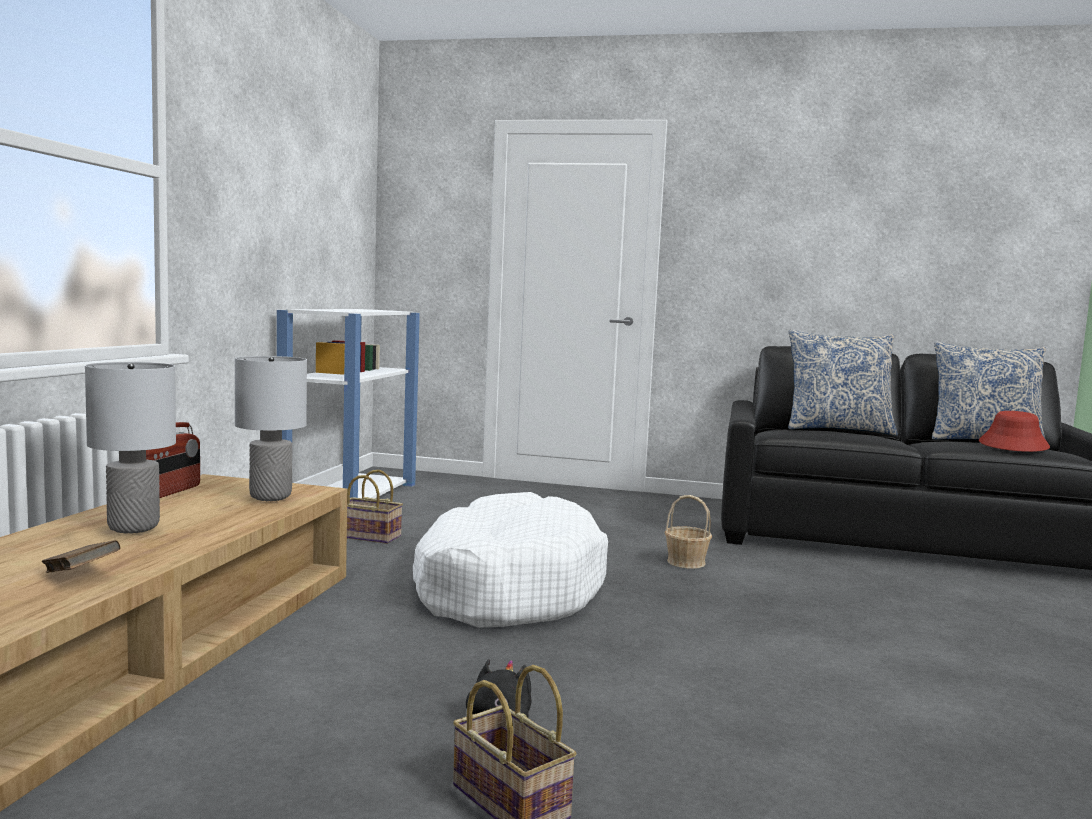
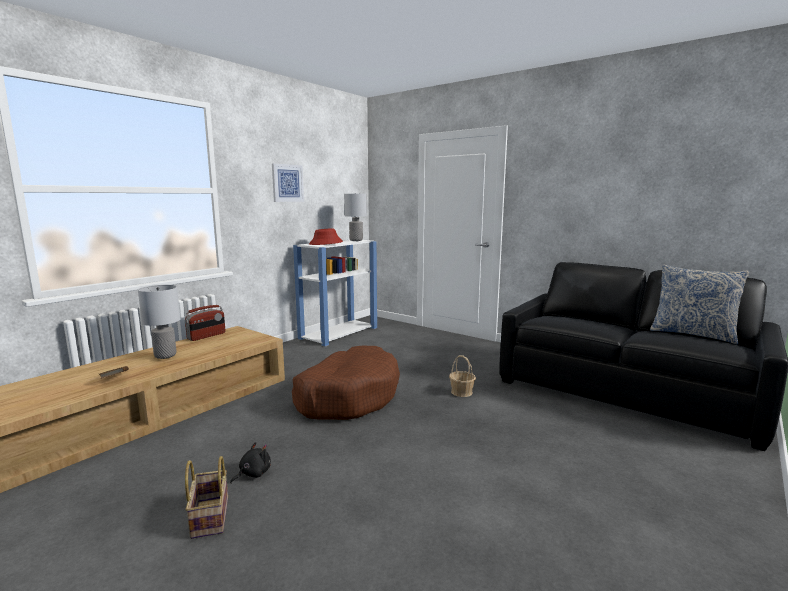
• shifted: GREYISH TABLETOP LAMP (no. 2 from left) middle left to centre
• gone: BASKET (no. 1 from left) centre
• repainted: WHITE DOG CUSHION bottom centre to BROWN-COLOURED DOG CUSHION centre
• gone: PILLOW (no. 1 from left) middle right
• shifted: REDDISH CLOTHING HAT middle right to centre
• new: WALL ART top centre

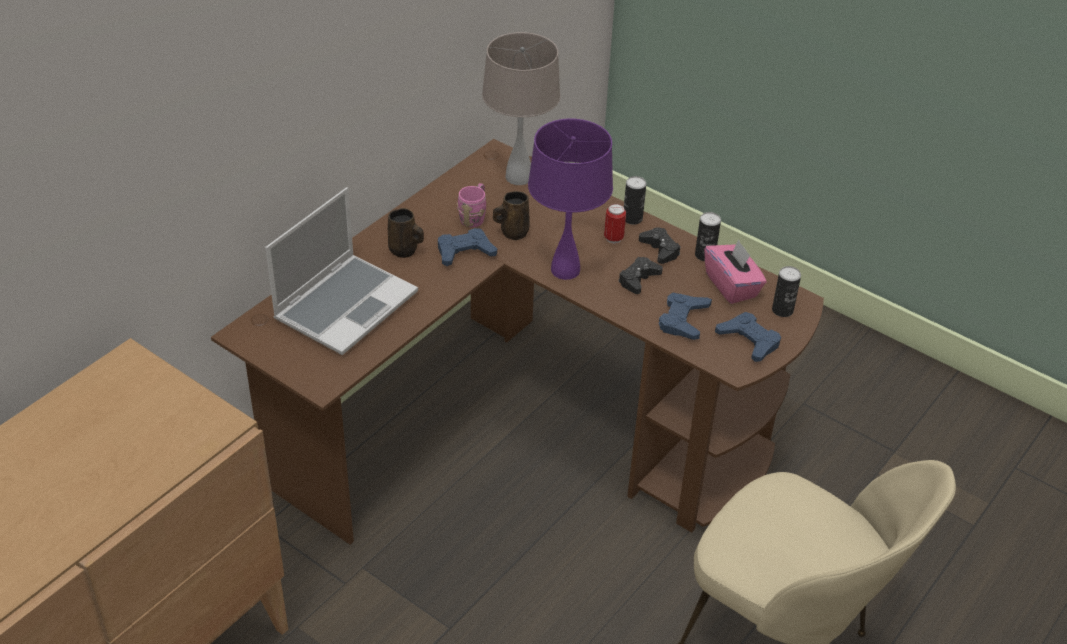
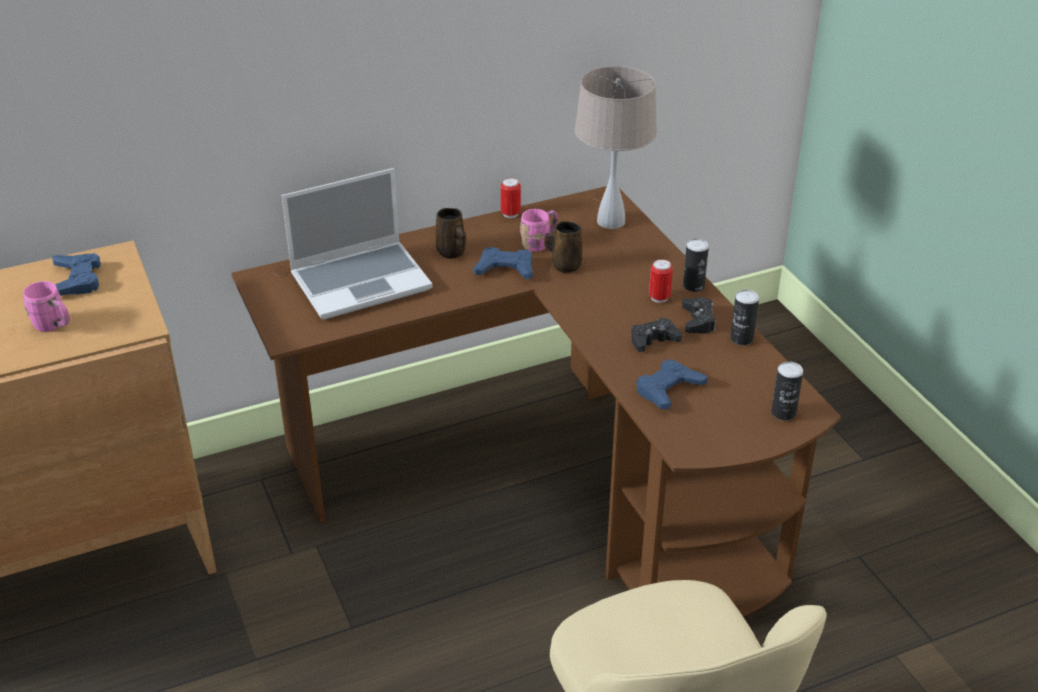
• gone: PURPLISH TABLETOP LAMP top centre
• gone: PINK BOX OF TISSUES middle right
• shifted: BLUE GAME CONTROLLER (no. 3 from left in the first image) middle right to BLUE GAME CONTROLLER (no. 1 from left) middle left
• new: PINK COFFEE MUG (no. 1 from left) middle left
• new: METAL CAN (no. 1 from left) top centre

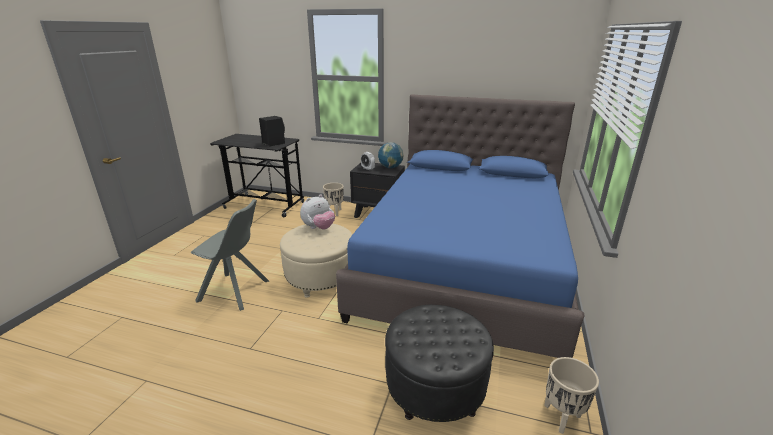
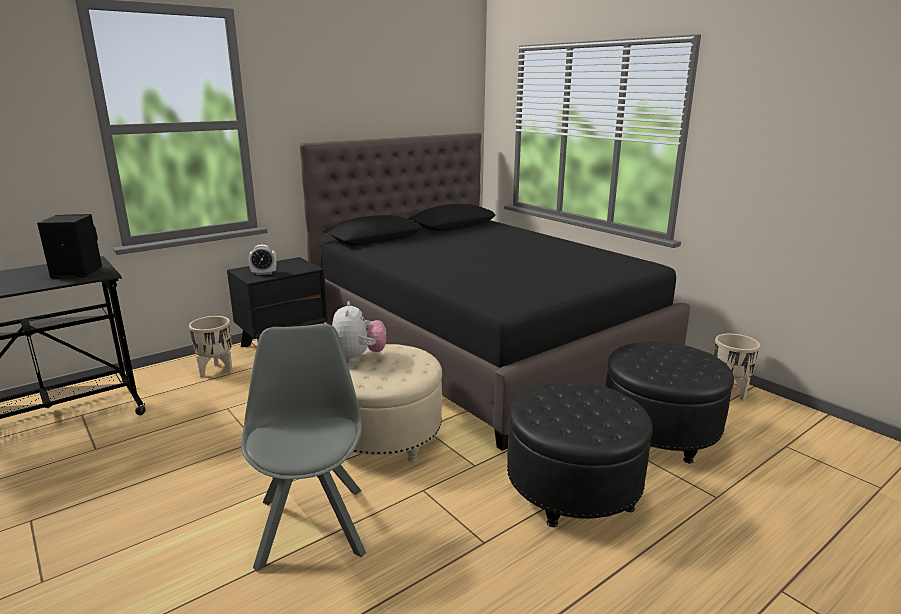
• rotated: GREYISH UPRIGHT CHAIR middle left = bottom centre 60 degrees counterclockwise
• repainted: BLUE BEDROOM BED centre to BLACK BEDROOM BED centre
• gone: DESK GLOBE centre
• new: BLACK POUFFE (no. 1 from left) bottom centre

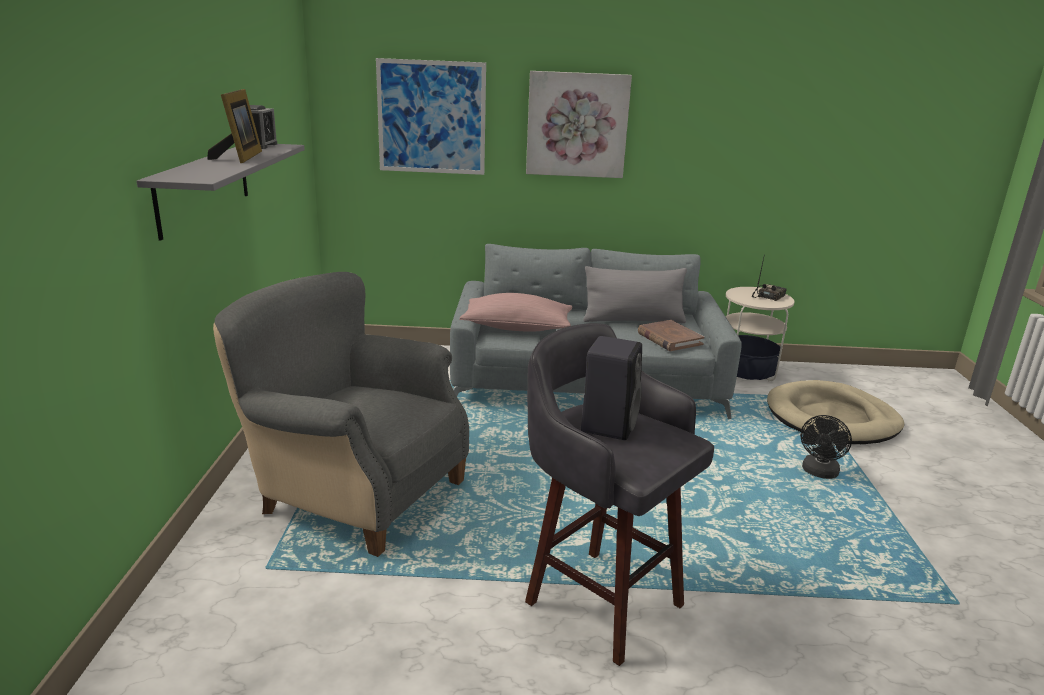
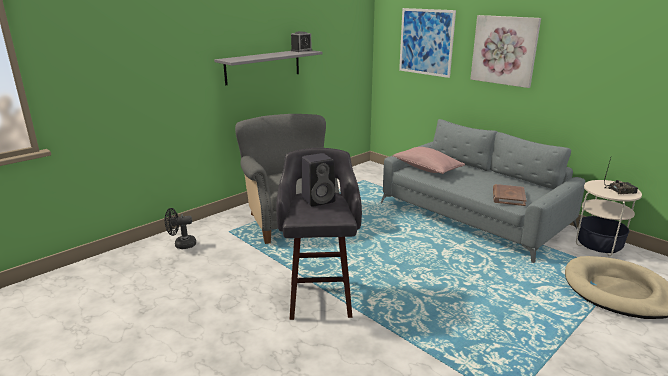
• gone: PICTURE FRAME top left
• gone: GREYISH PILLOW centre
• shifted: BLACK COOLING FAN middle right to middle left

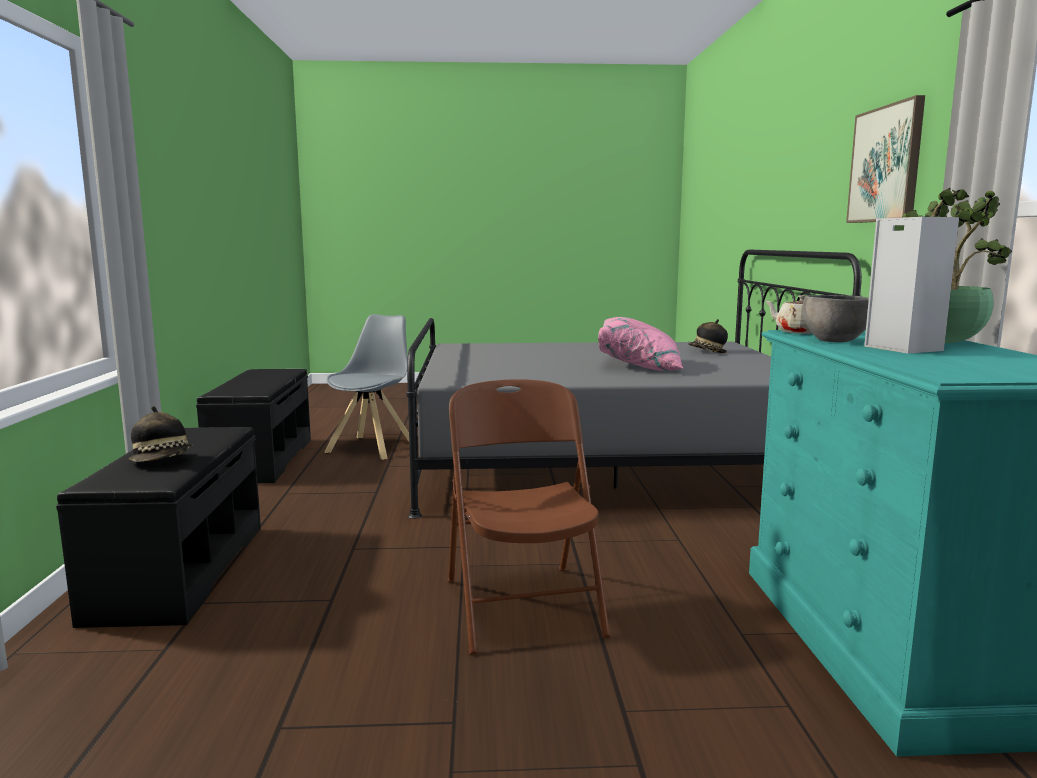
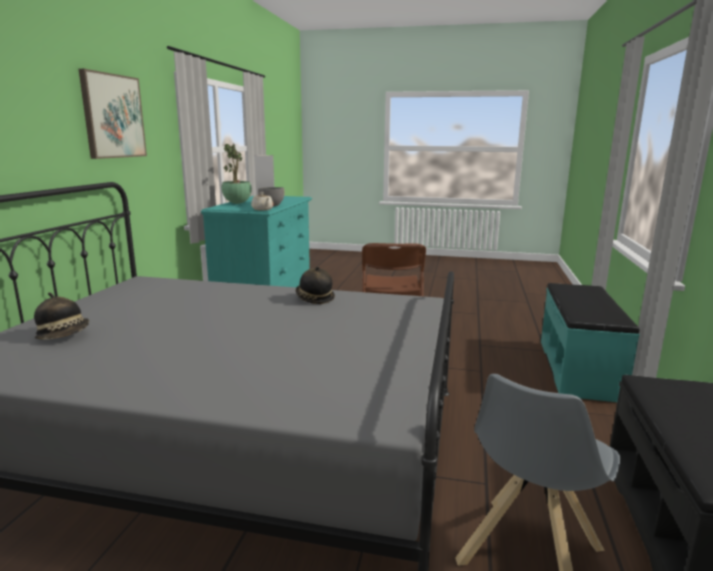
• repainted: BLACK BENCH (no. 1 from left) bottom left to TURQUOISE-COLOURED BENCH middle right
• shifted: CLOTHING HAT (no. 1 from left in the first image) middle left to CLOTHING HAT (no. 2 from left) centre
• gone: PINK PILLOW centre

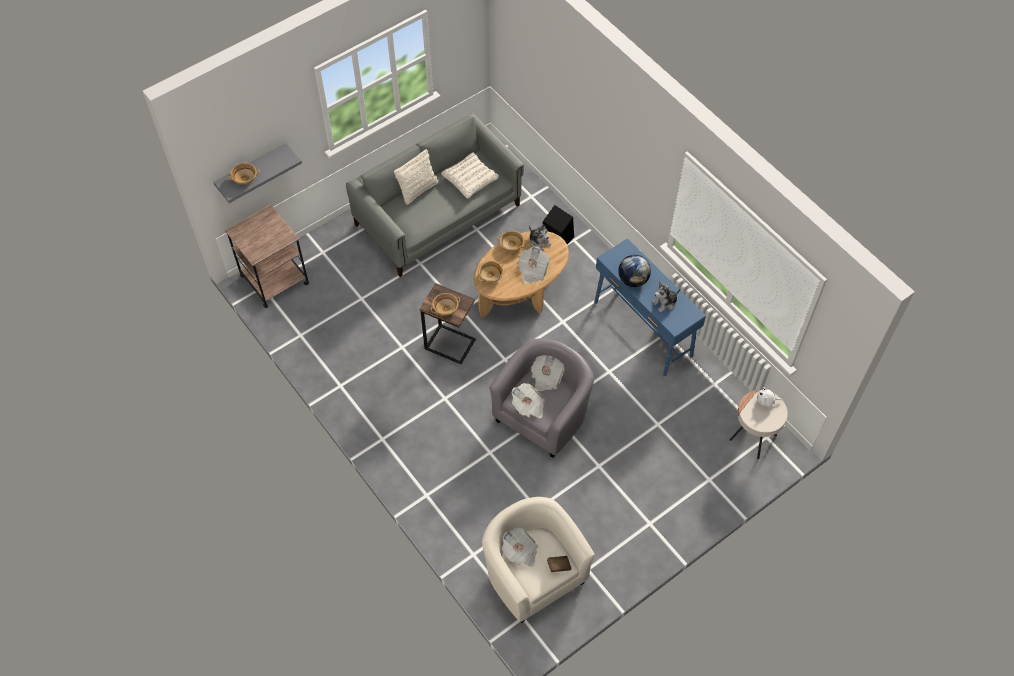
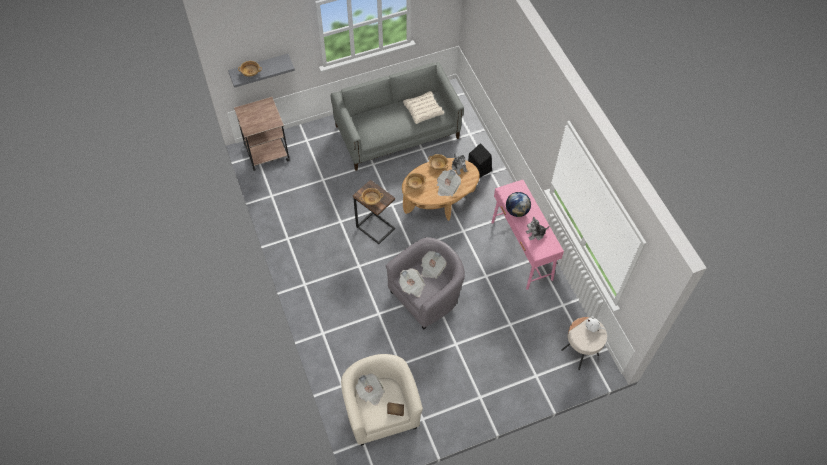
• gone: SAND-COLOURED PILLOW (no. 1 from left) top centre
• repainted: BLUE CONSOLE TABLE centre to PINK CONSOLE TABLE centre

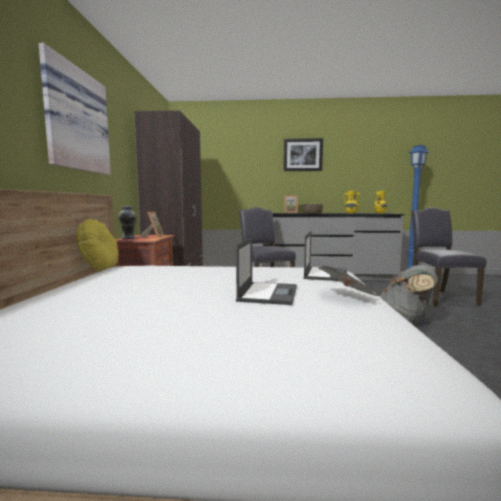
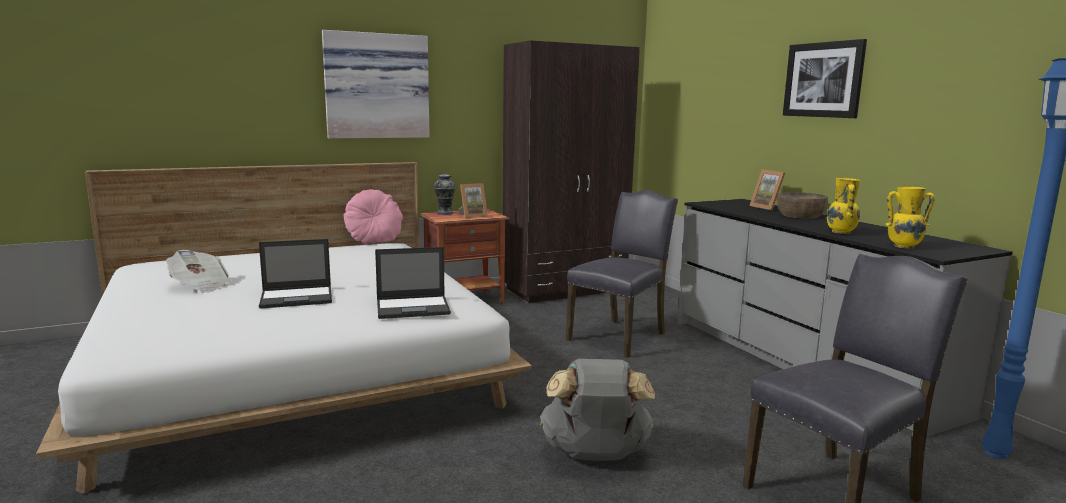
• repainted: YELLOW-COLOURED PILLOW middle left to PINK PILLOW centre
• shifted: NEWSPAPER middle right to middle left

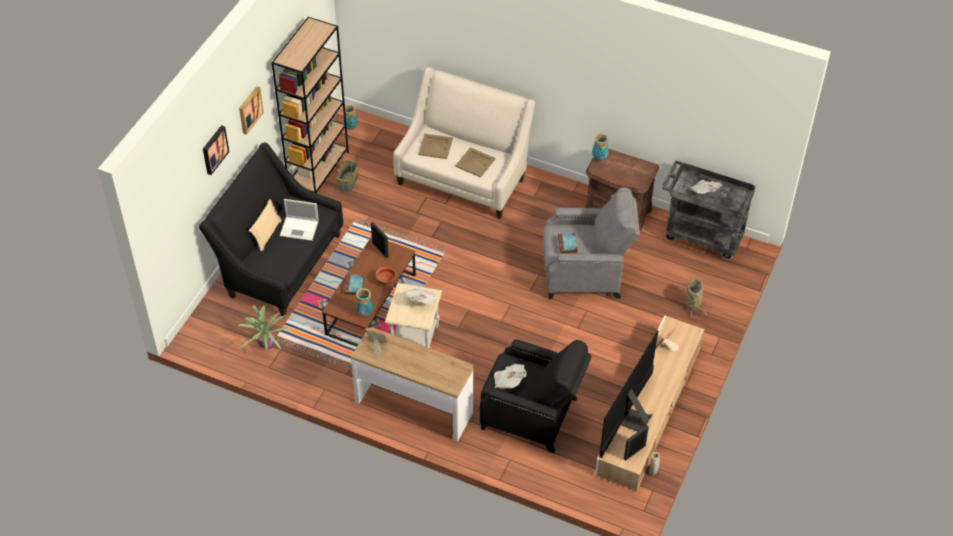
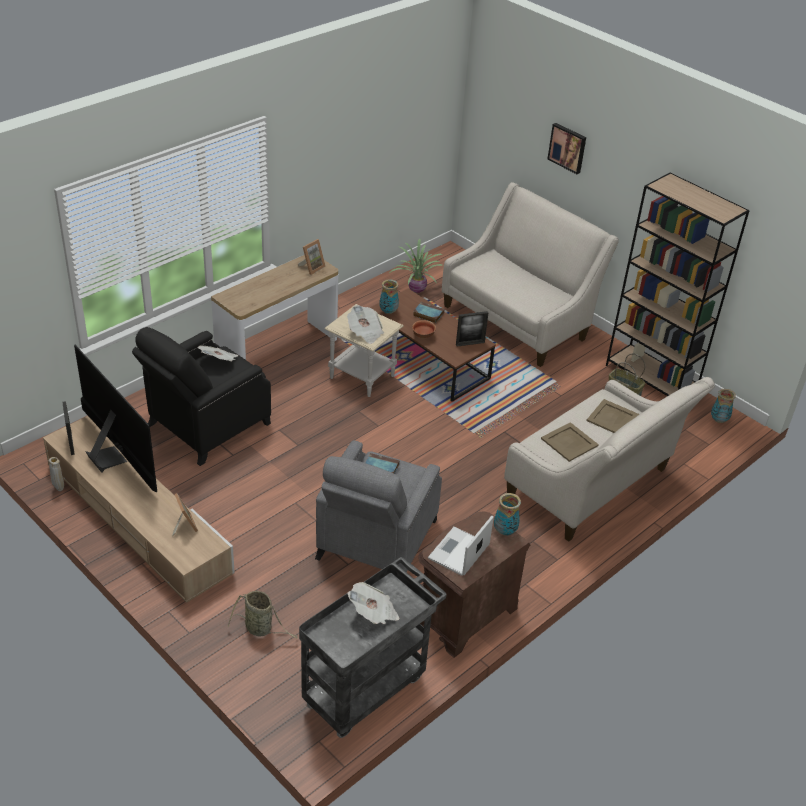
• repainted: BLACK SOFA middle left to SAND-COLOURED SOFA (no. 1 from left) centre
• gone: WALL ART (no. 2 from left) top left
• gone: SAND-COLOURED PILLOW middle left
• shifted: NOTEBOOK COMPUTER middle left to bottom centre

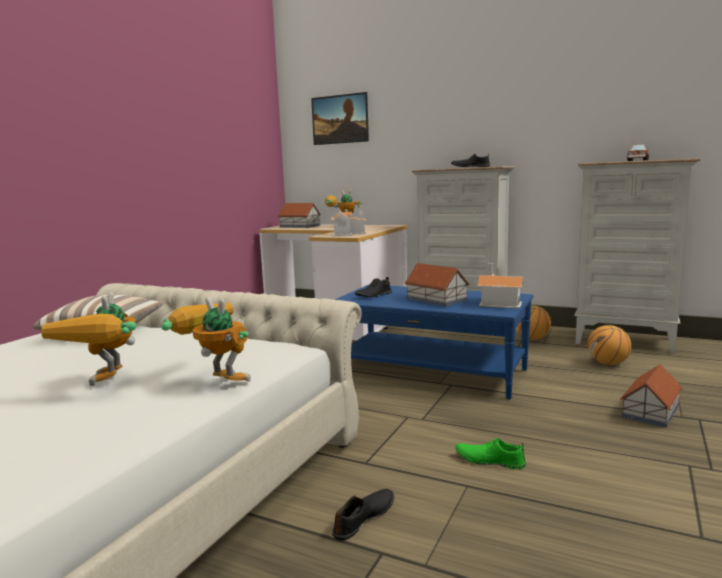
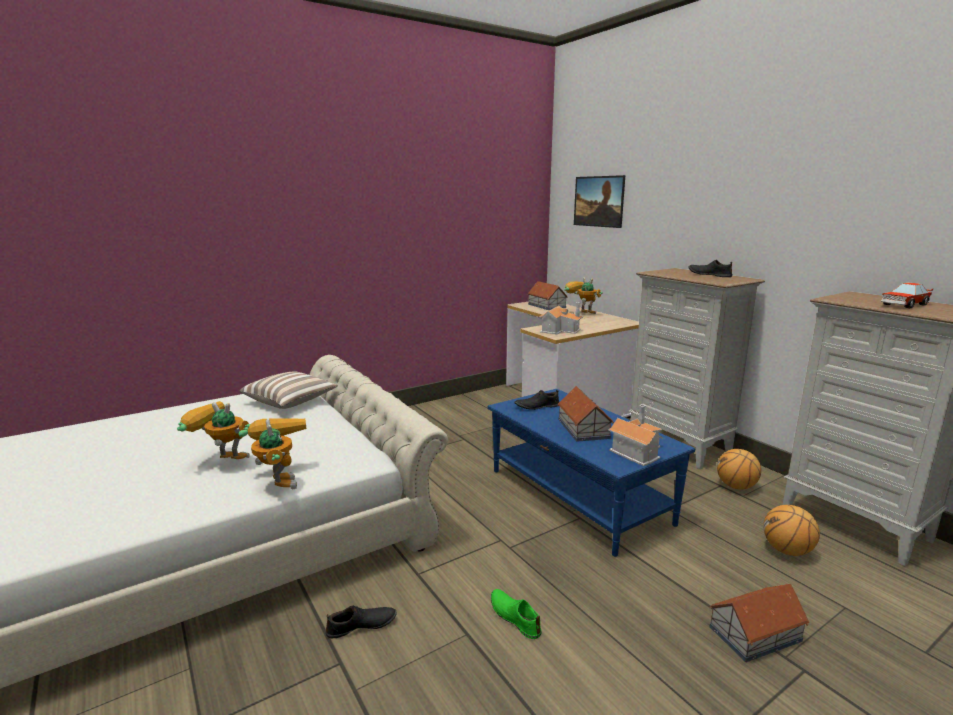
• rotated: ROBOT FIGURE (no. 1 from left) middle left = middle left 75 degrees clockwise

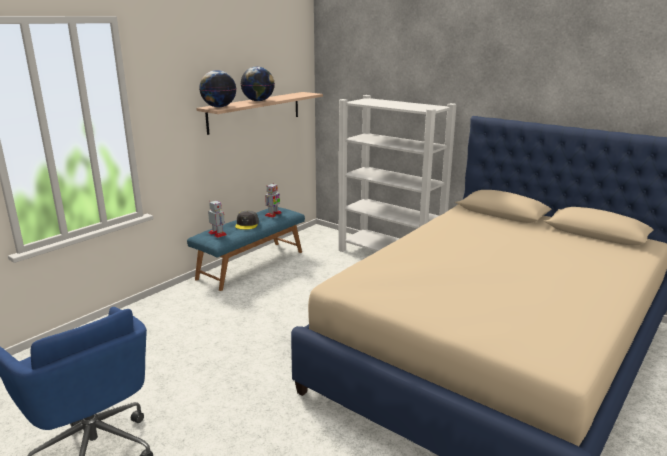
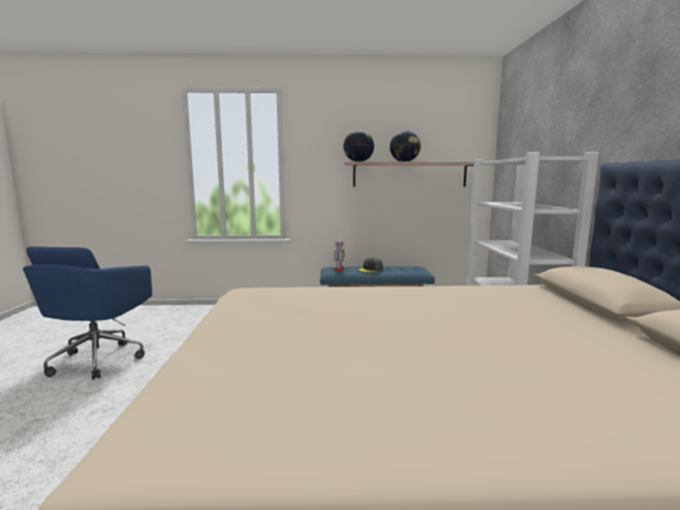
• gone: ROBOT FIGURE (no. 2 from left) centre

